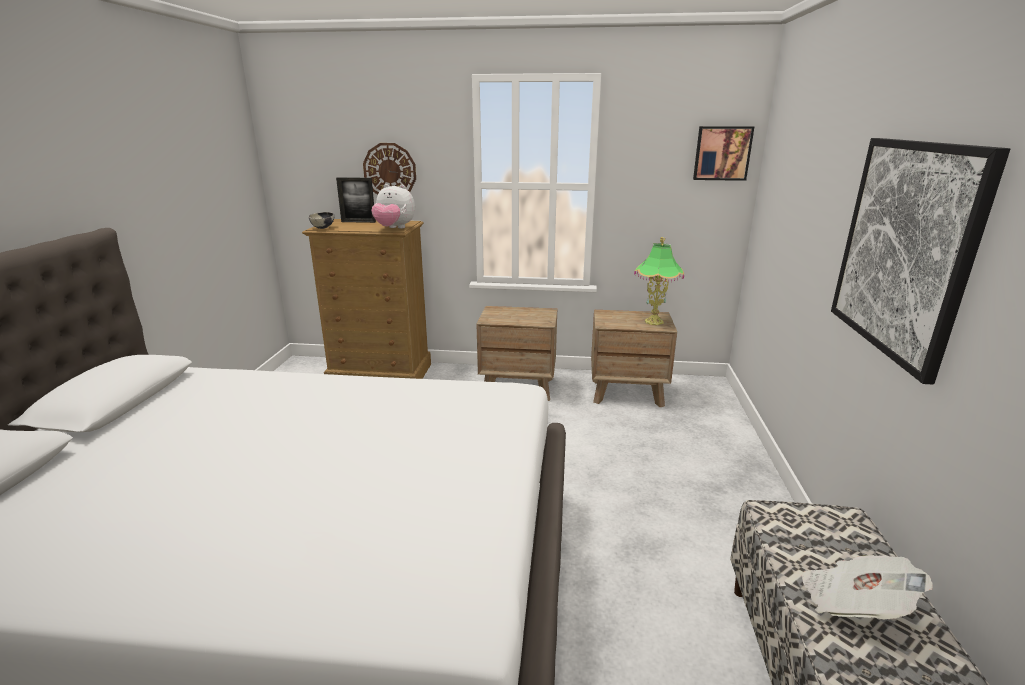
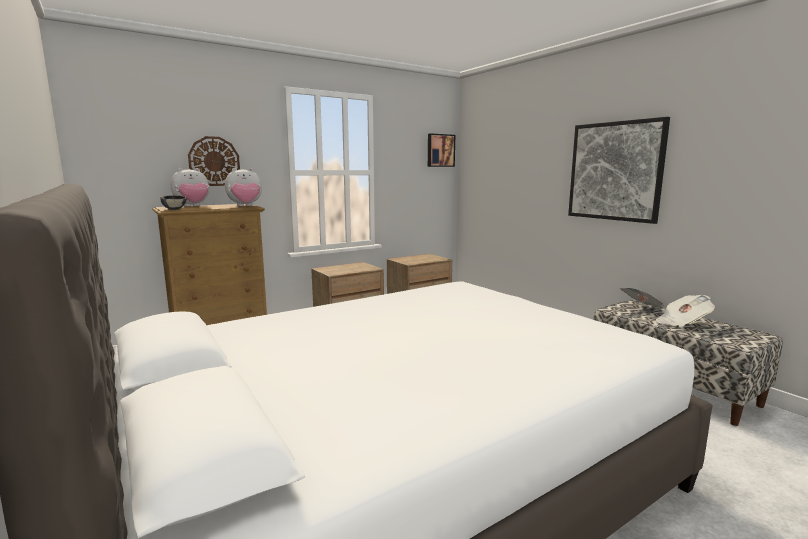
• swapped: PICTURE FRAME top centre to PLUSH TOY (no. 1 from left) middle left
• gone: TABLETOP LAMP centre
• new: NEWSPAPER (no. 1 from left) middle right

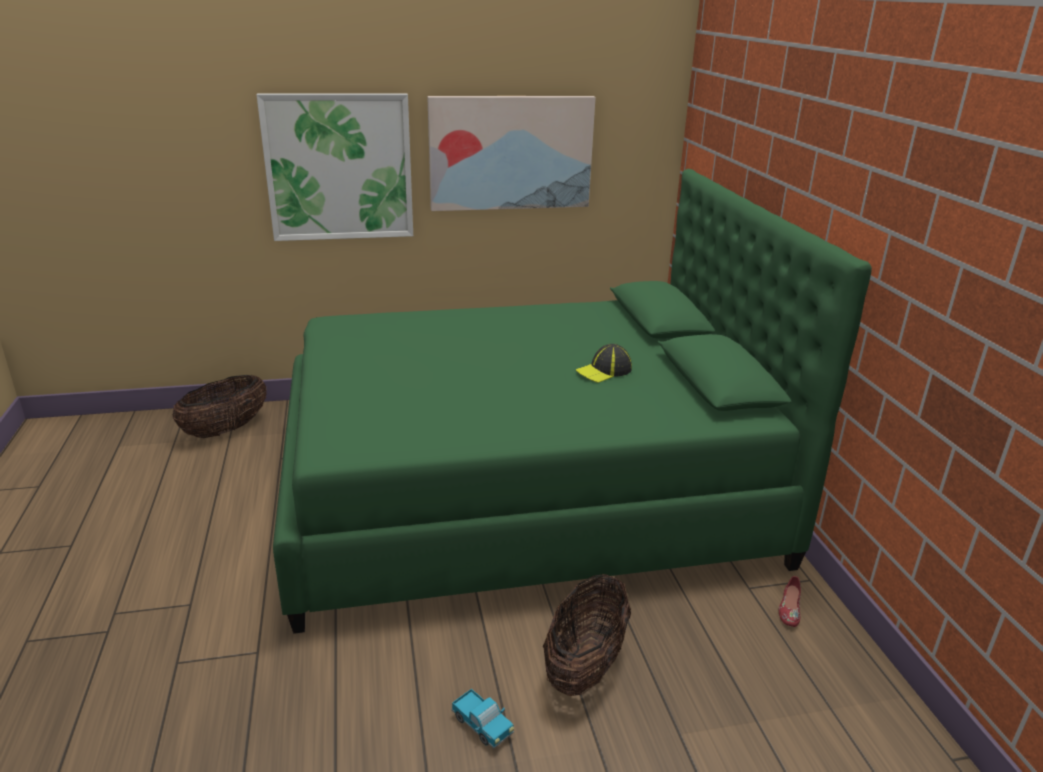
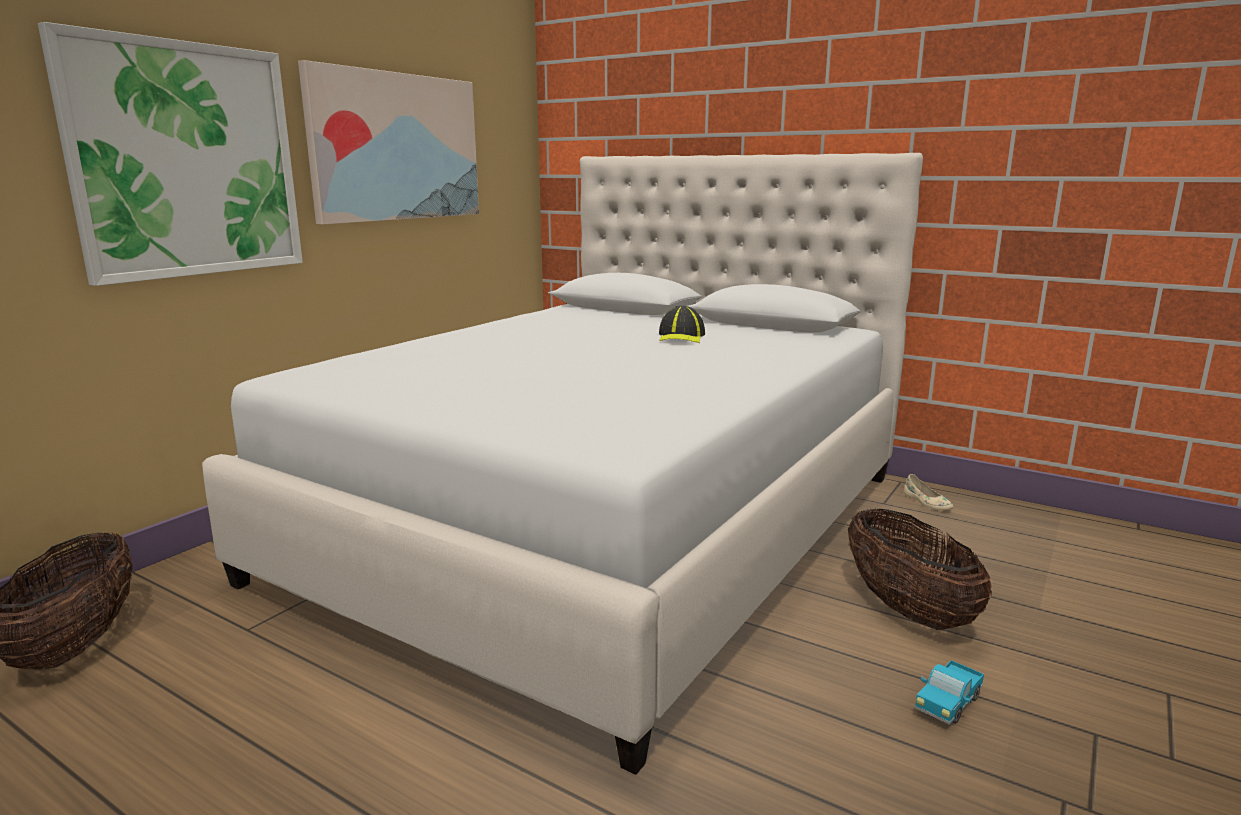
• repainted: GREENISH BEDROOM BED centre to WHITE BEDROOM BED centre
• rotated: MODEL TRUCK bottom centre = bottom right 135 degrees clockwise
• repainted: REDDISH LOW SHOE bottom right to SAND-COLOURED LOW SHOE middle right

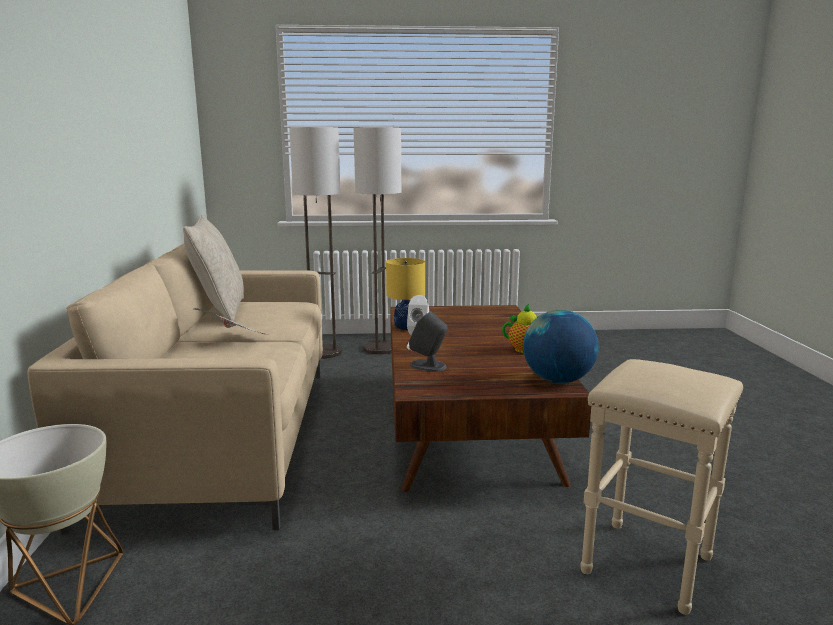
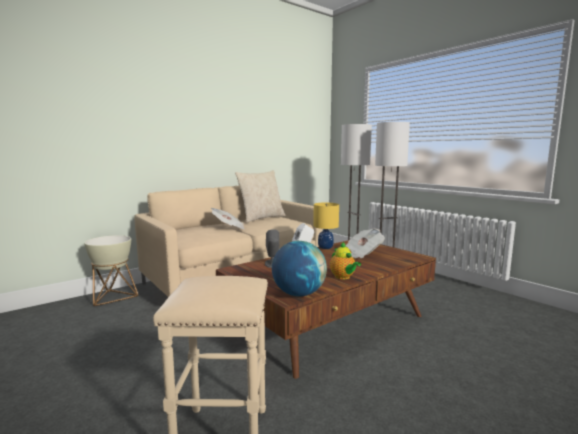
• new: NEWSPAPER (no. 2 from left) centre

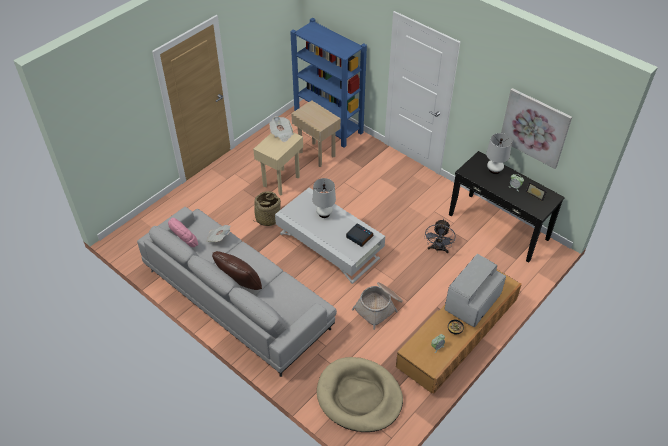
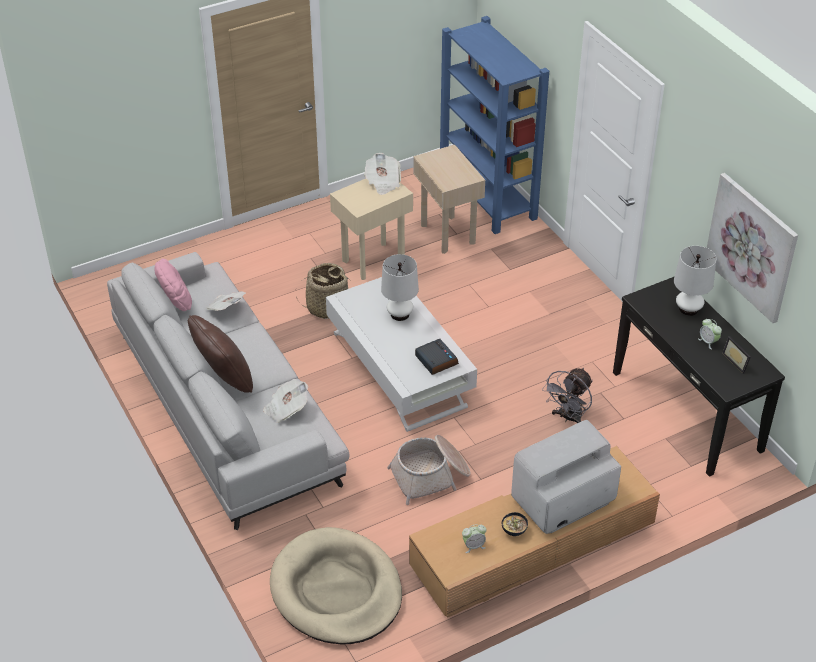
• new: NEWSPAPER (no. 2 from left) centre

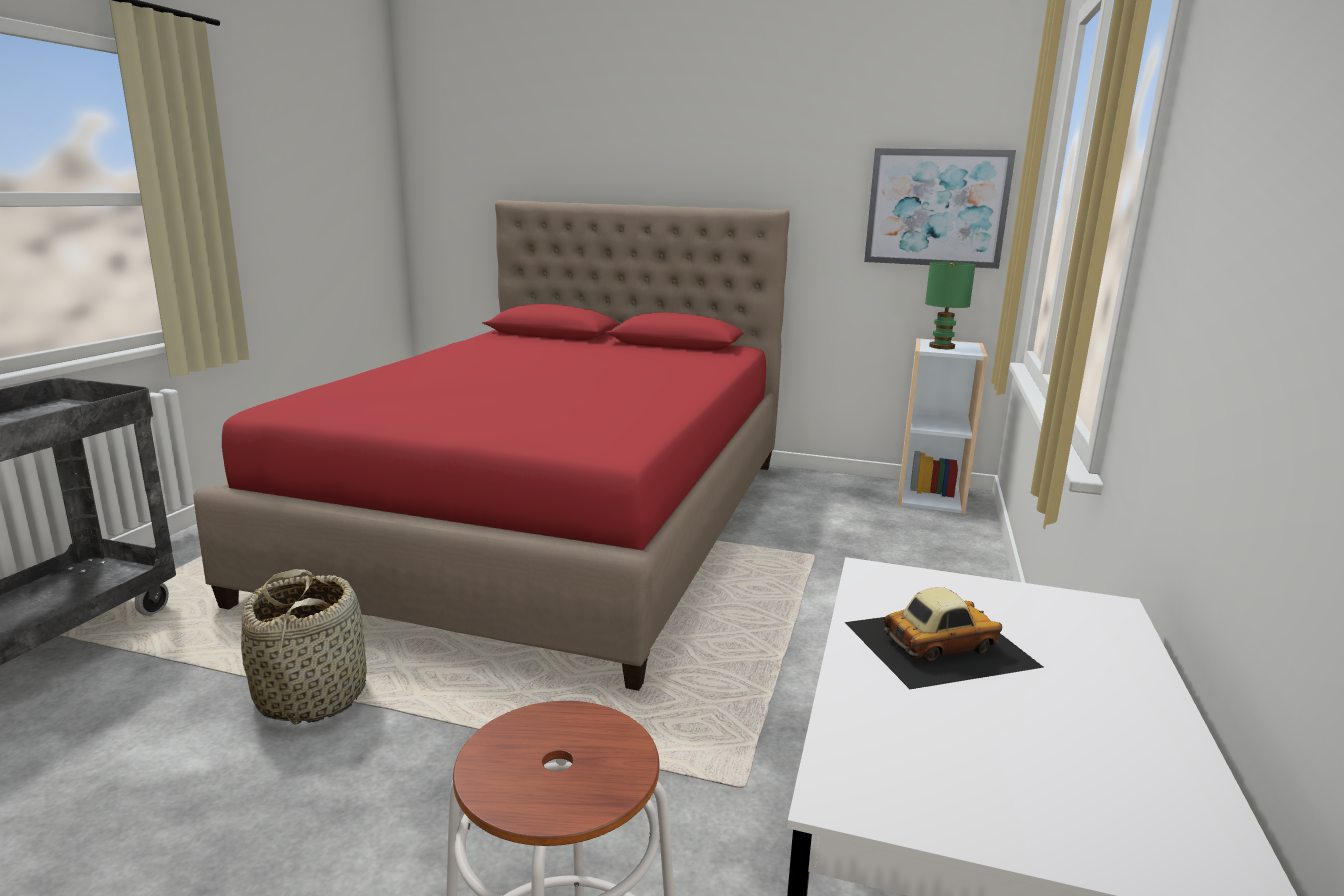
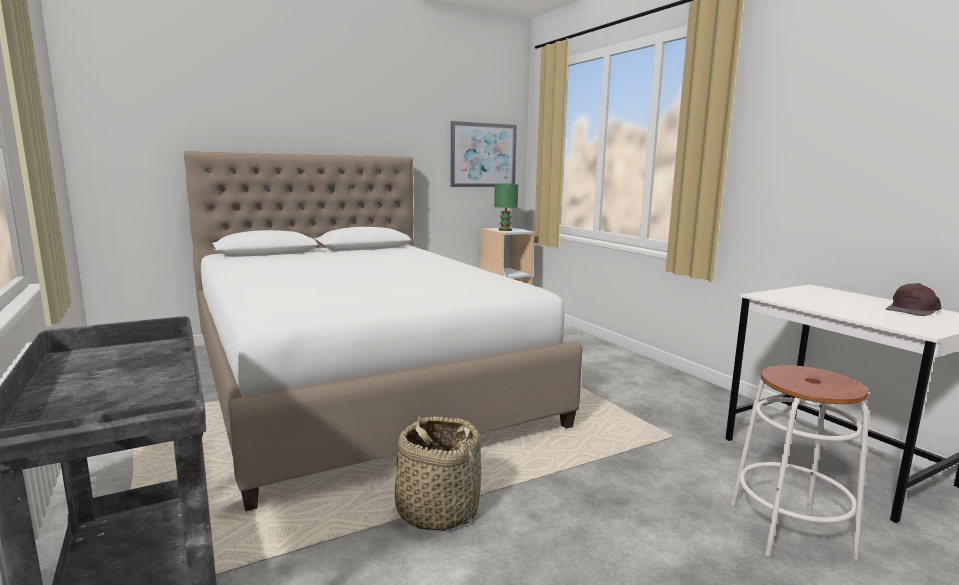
• repainted: REDDISH BEDROOM BED centre to WHITE BEDROOM BED centre
• gone: MINIATURE CAR bottom right
• new: BROWN-COLOURED BASEBALL CAP middle right

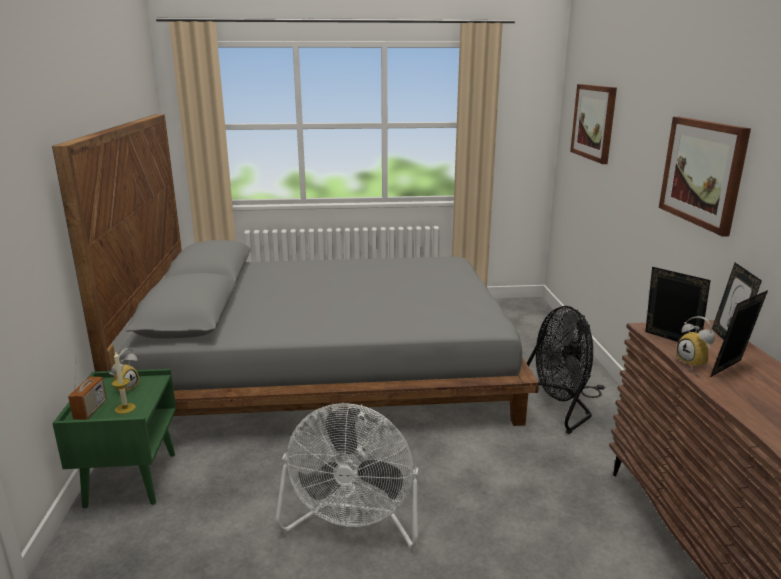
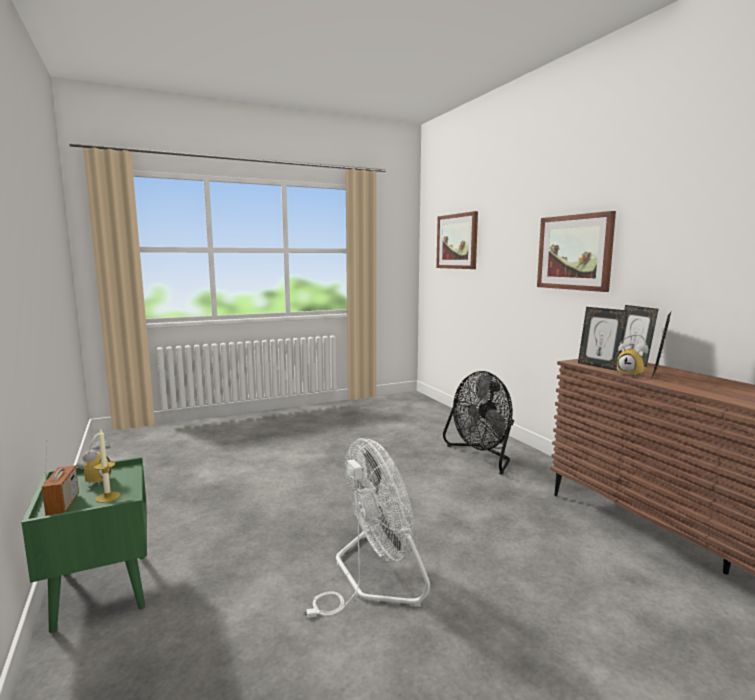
• gone: GREYISH BEDROOM BED centre
• rotated: WHITE COOLING FAN bottom centre = bottom centre 105 degrees counterclockwise
• rotated: PICTURE FRAME (no. 1 from left) middle right = middle right 150 degrees counterclockwise

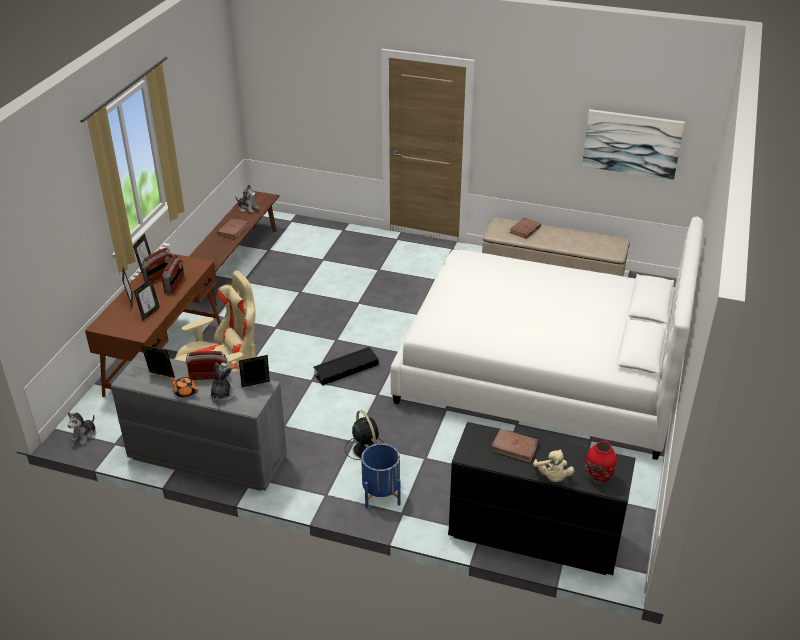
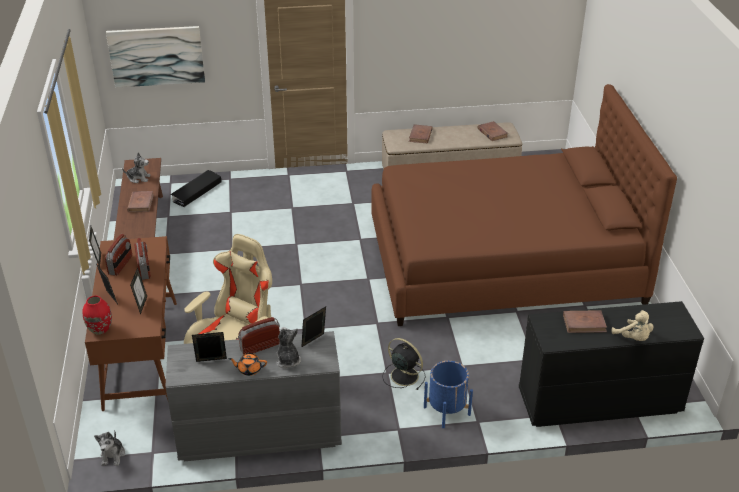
• shifted: BLACK STORAGE BIN centre to middle left
• repainted: WHITE BEDROOM BED middle right to BROWN-COLOURED BEDROOM BED middle right
• shifted: WALL ART top right to top left
• shifted: REDDISH VASE bottom right to middle left
• new: BROWN-COLOURED VOLUME (no. 3 from left) top centre

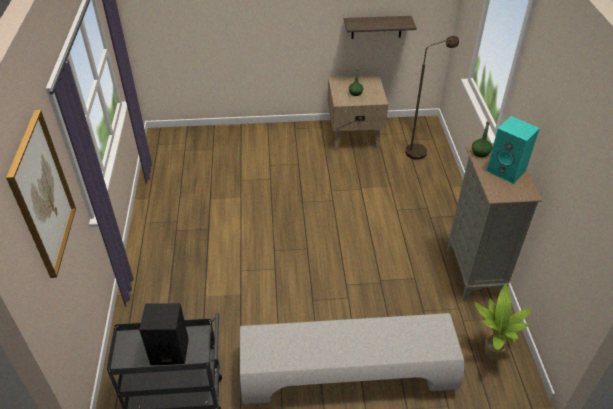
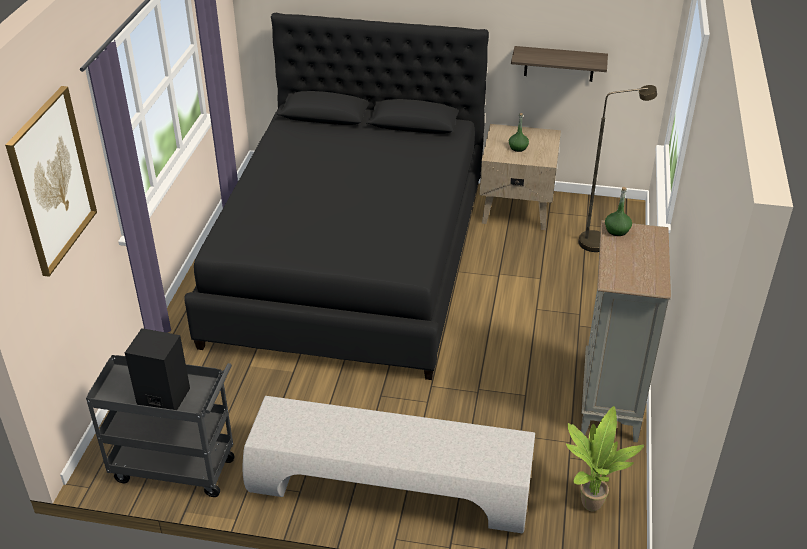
• gone: TURQUOISE-COLOURED LOUDSPEAKER middle right
• new: BLACK BEDROOM BED centre

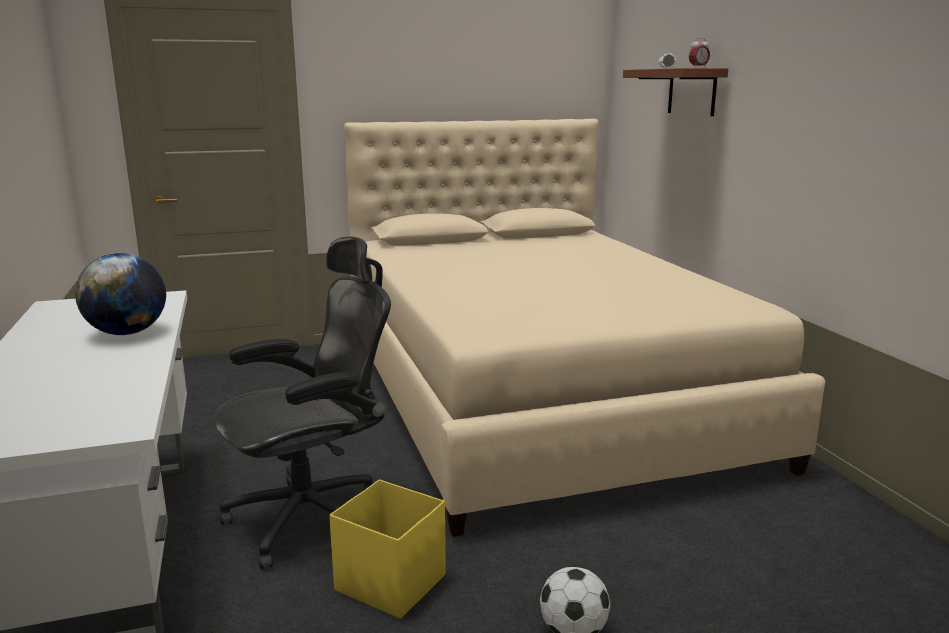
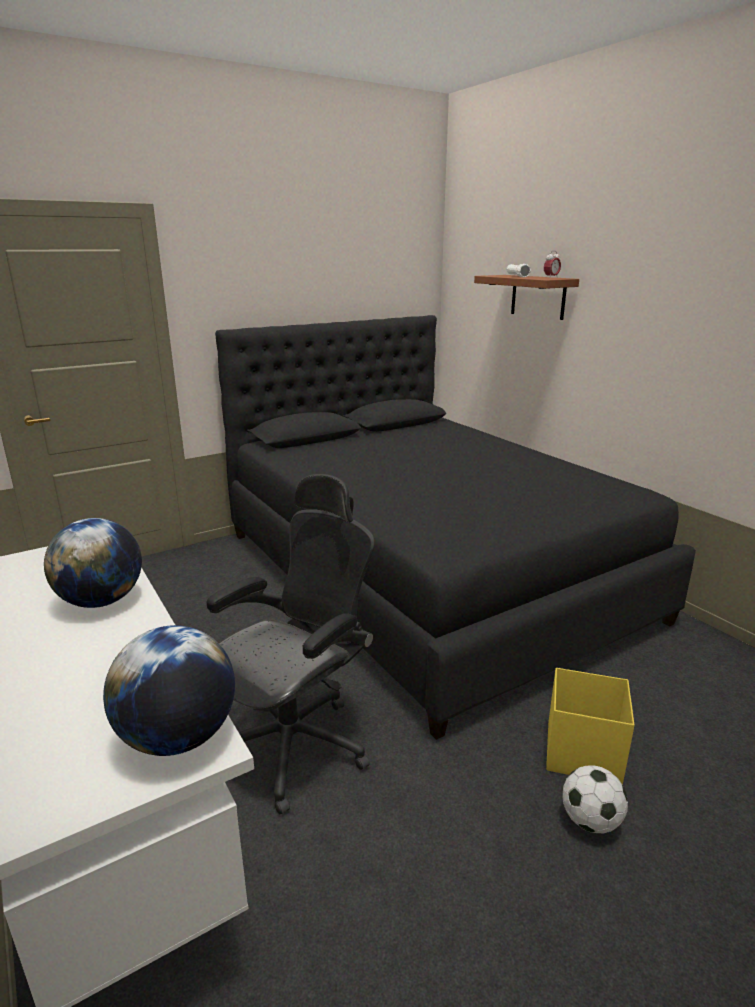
• shifted: YELLOW-COLOURED STORAGE BIN bottom centre to bottom right
• repainted: SAND-COLOURED BEDROOM BED centre to BLACK BEDROOM BED centre
• new: DESK GLOBE (no. 2 from left) bottom left

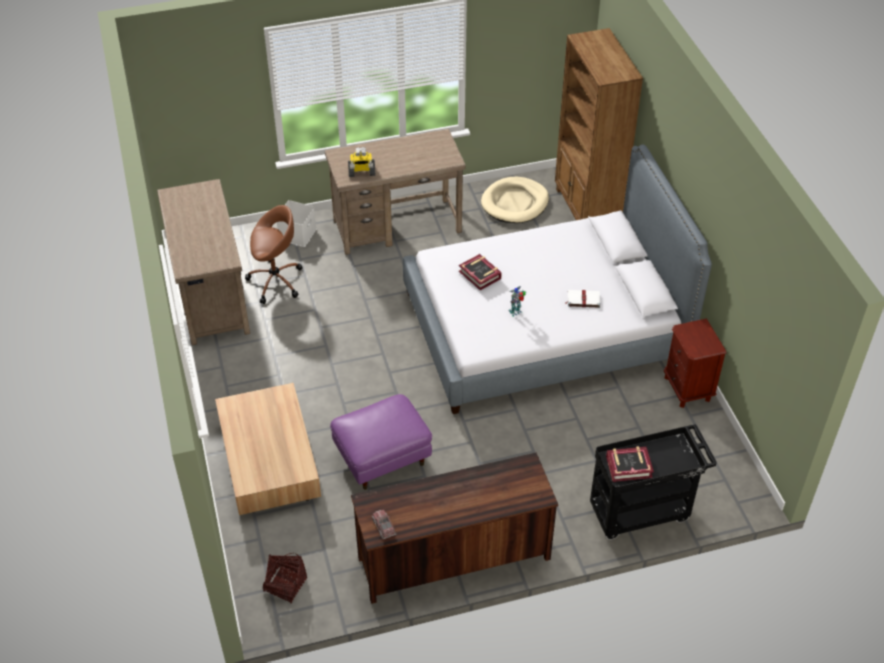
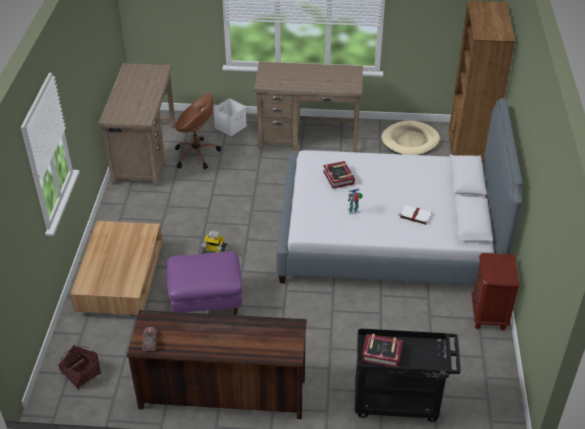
• shifted: ROBOT FIGURE (no. 1 from left) top centre to centre

